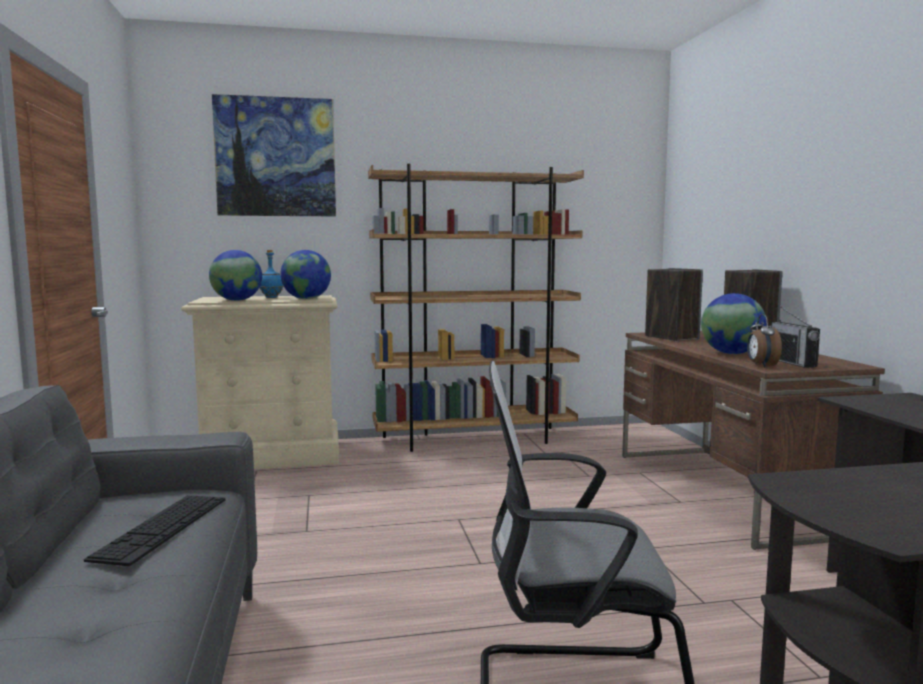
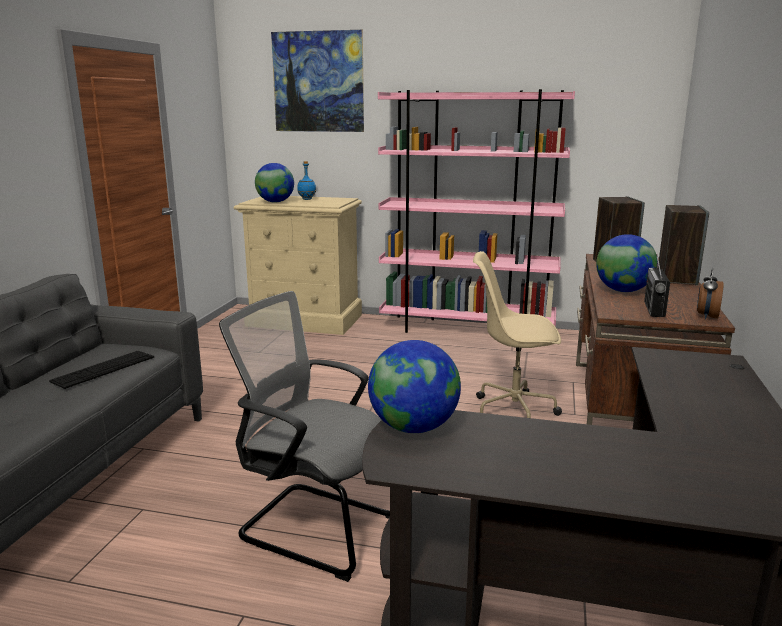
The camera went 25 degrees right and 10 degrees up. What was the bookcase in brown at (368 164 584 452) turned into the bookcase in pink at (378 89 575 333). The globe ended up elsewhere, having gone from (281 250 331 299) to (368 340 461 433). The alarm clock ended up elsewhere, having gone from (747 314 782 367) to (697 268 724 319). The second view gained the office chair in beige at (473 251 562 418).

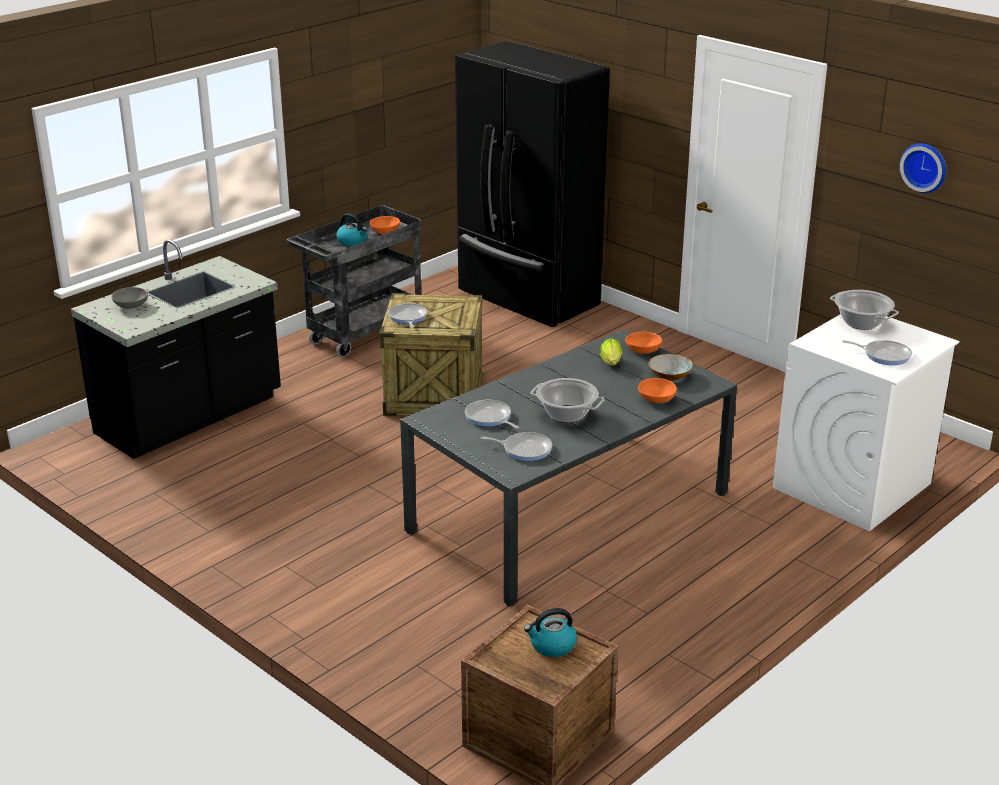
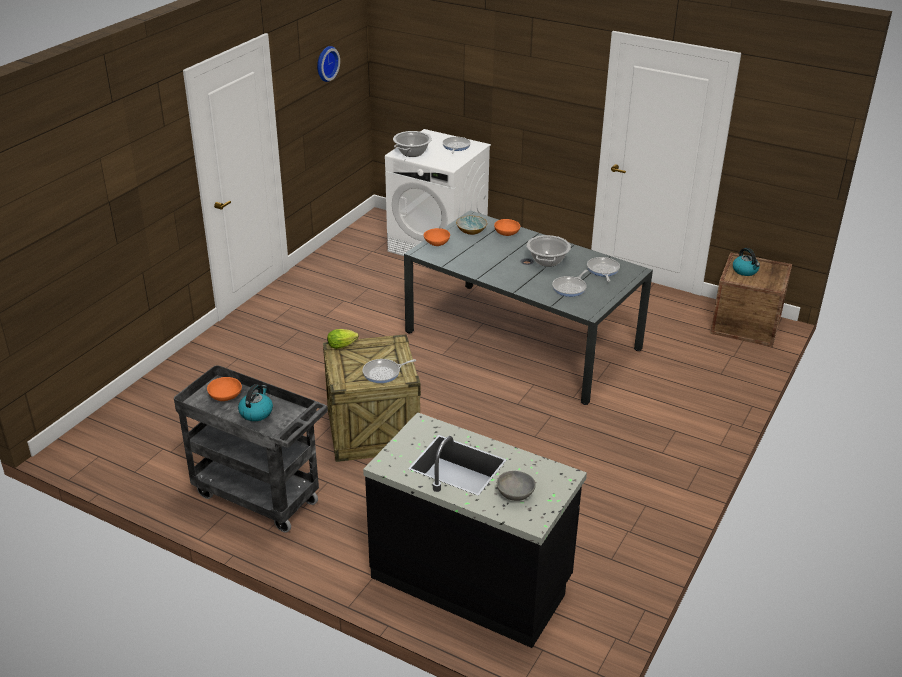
The camera went 105 degrees left and 5 degrees up. The second view lost the fridge in black at (455 41 610 327). The lettuce ended up elsewhere, having gone from (600 338 622 365) to (327 329 359 349).

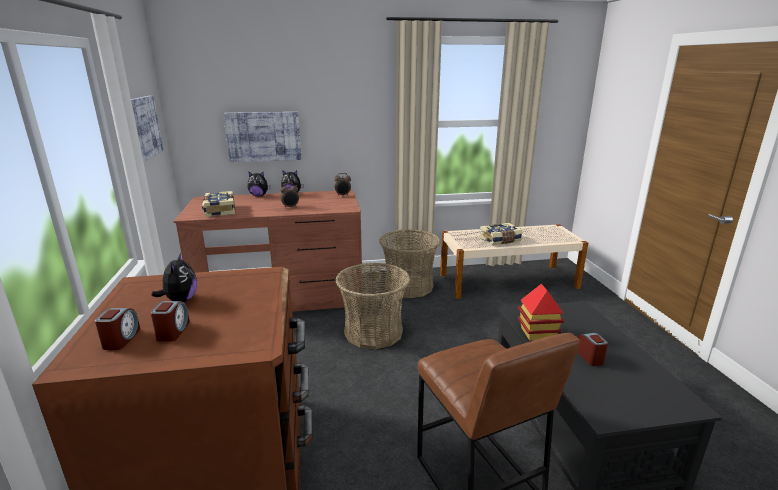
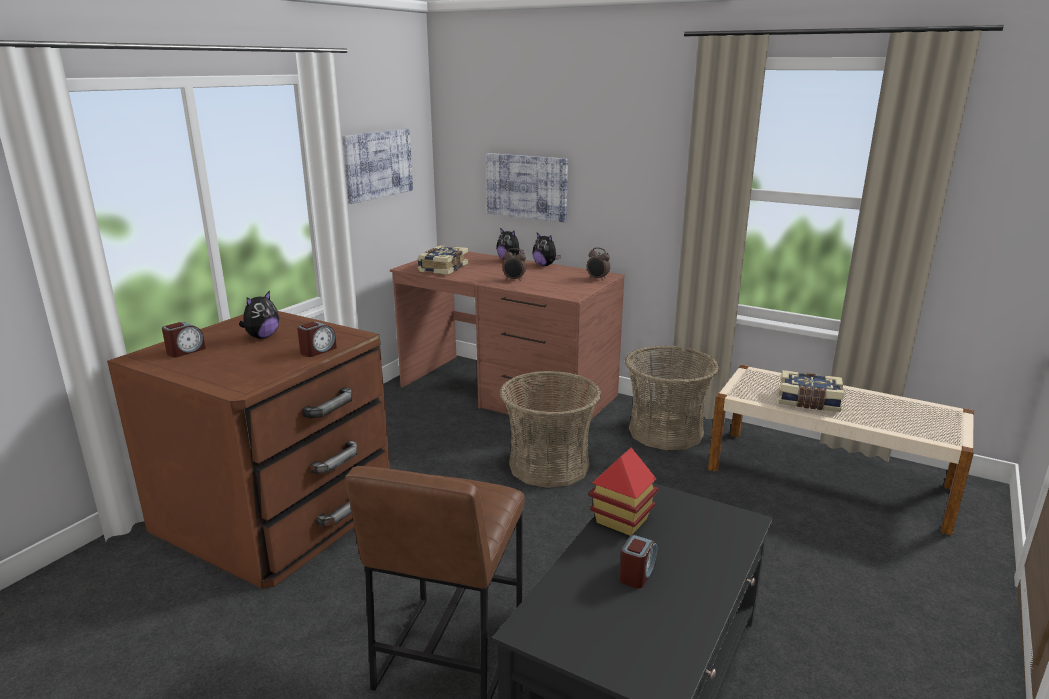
The camera went 40 degrees right and 0 degrees up. The alarm clock ended up elsewhere, having gone from (151 301 190 342) to (297 322 337 357).

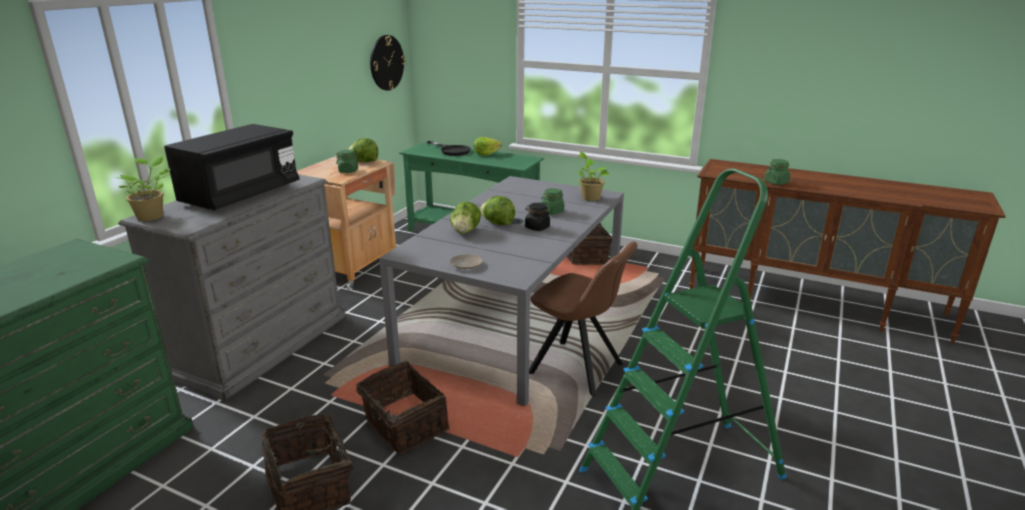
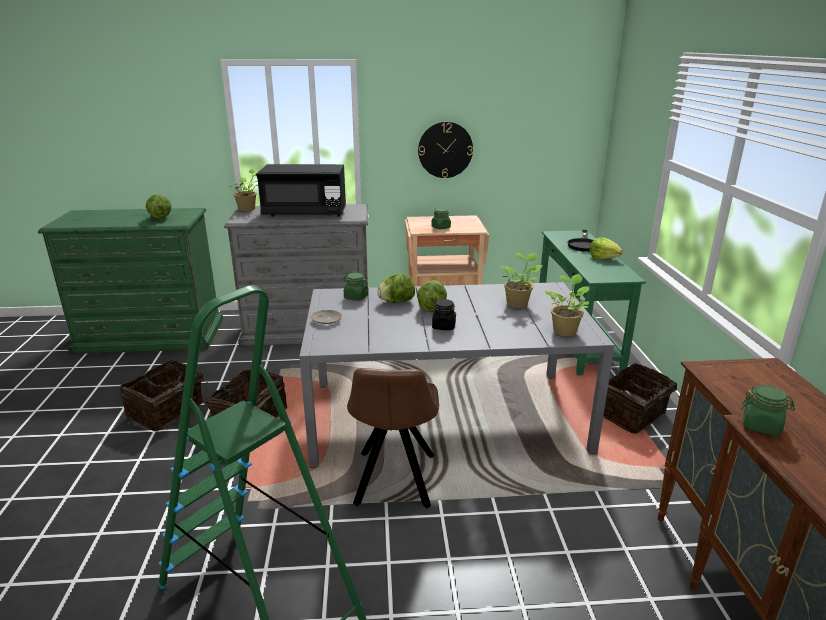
The camera went 60 degrees right and 0 degrees up. The wall clock ended up elsewhere, having gone from (370 35 405 91) to (418 122 473 178). The lettuce ended up elsewhere, having gone from (348 138 378 162) to (146 194 172 219). The jar in green ended up elsewhere, having gone from (541 188 564 215) to (343 273 368 301). The second view gained the potted plant at (501 253 542 308).

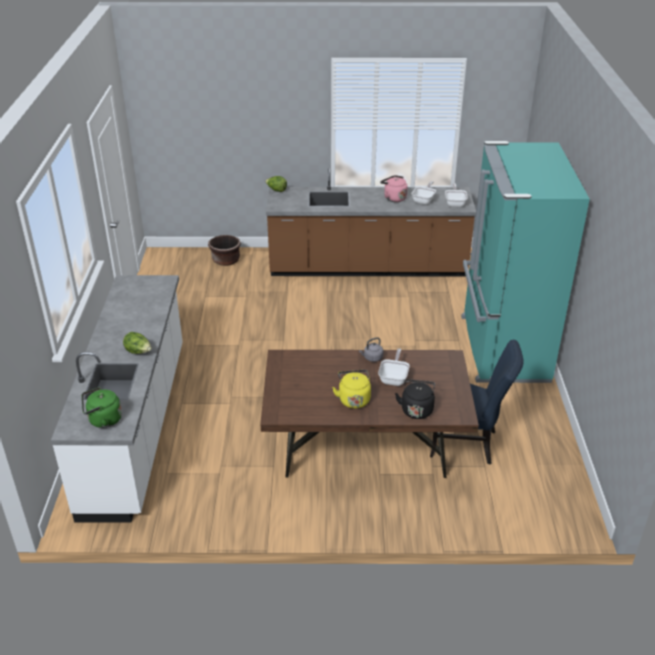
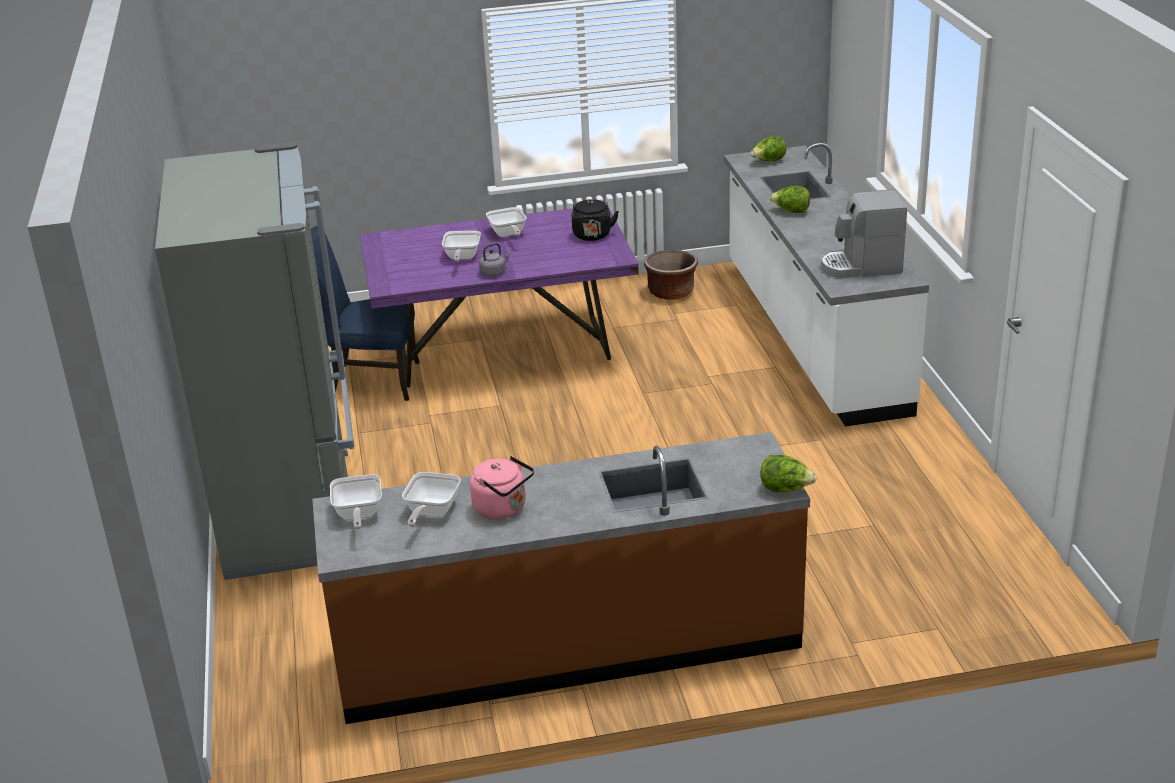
The camera went 170 degrees right and 5 degrees down. What was the fridge in turquoise at (461 141 590 383) turned into the fridge in grey at (155 142 354 580). The planter in brown ended up elsewhere, having gone from (208 235 241 266) to (644 250 698 300). What was the dining table in brown at (260 350 479 478) turned into the dining table in purple at (359 204 639 388). Where the kettle in yellow stood at (332 370 371 408), the frying pan came to stand at (486 207 527 237). The kettle in black ended up elsewhere, having gone from (395 379 435 419) to (572 199 619 241). Where the kettle in green stood at (82 387 122 428), the lettuce came to stand at (750 136 786 162). The second view gained the coffee machine at (821 189 907 278).

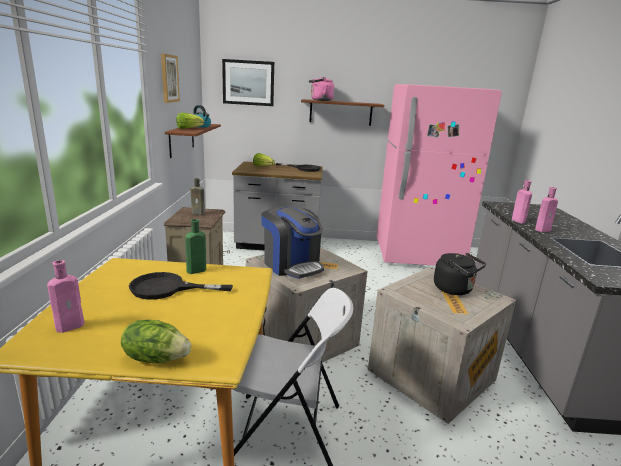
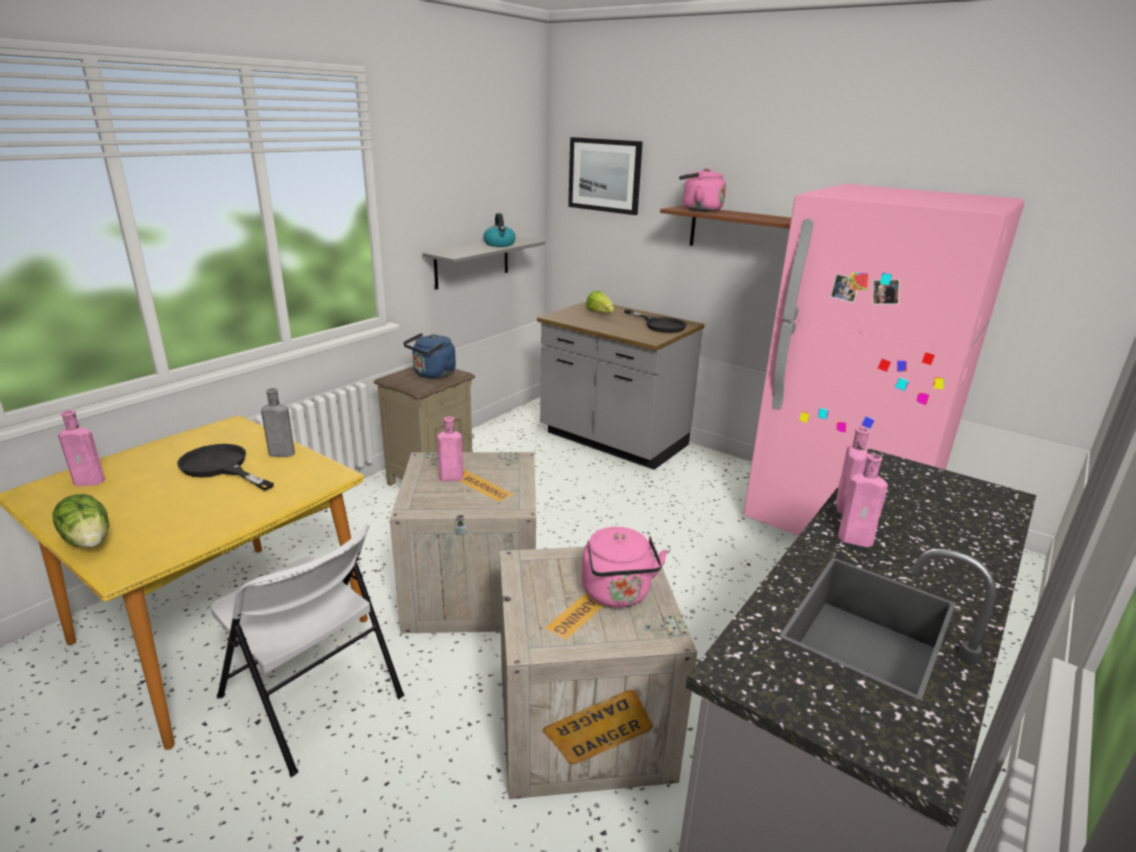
The camera went 35 degrees right and 5 degrees up. The second view lost the picture at (161 54 180 103). The second view lost the lettuce at (176 113 204 129). What was the shelf in brown at (165 124 221 158) turned into the shelf in grey at (423 237 545 289). Where the bottle in brown stood at (191 178 205 215), the kettle in blue came to stand at (403 333 456 378). Where the coffee machine stood at (261 207 324 279), the bottle in pink came to stand at (437 416 463 481). What was the bottle in green at (185 219 206 274) turned into the bottle in grey at (261 388 295 457). What was the kettle in black at (434 253 486 295) turned into the kettle in pink at (582 527 668 608).

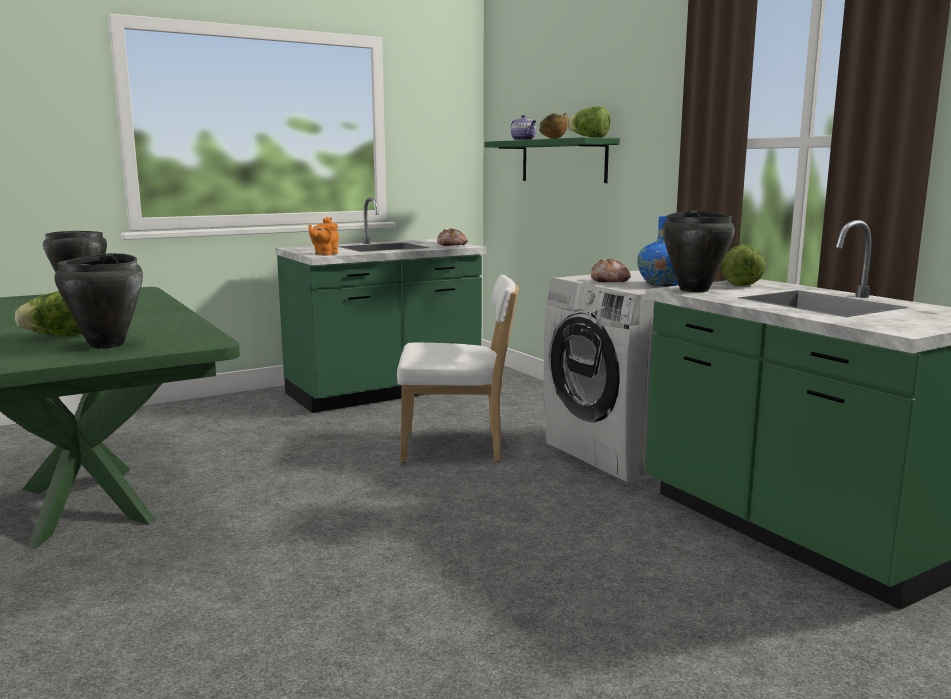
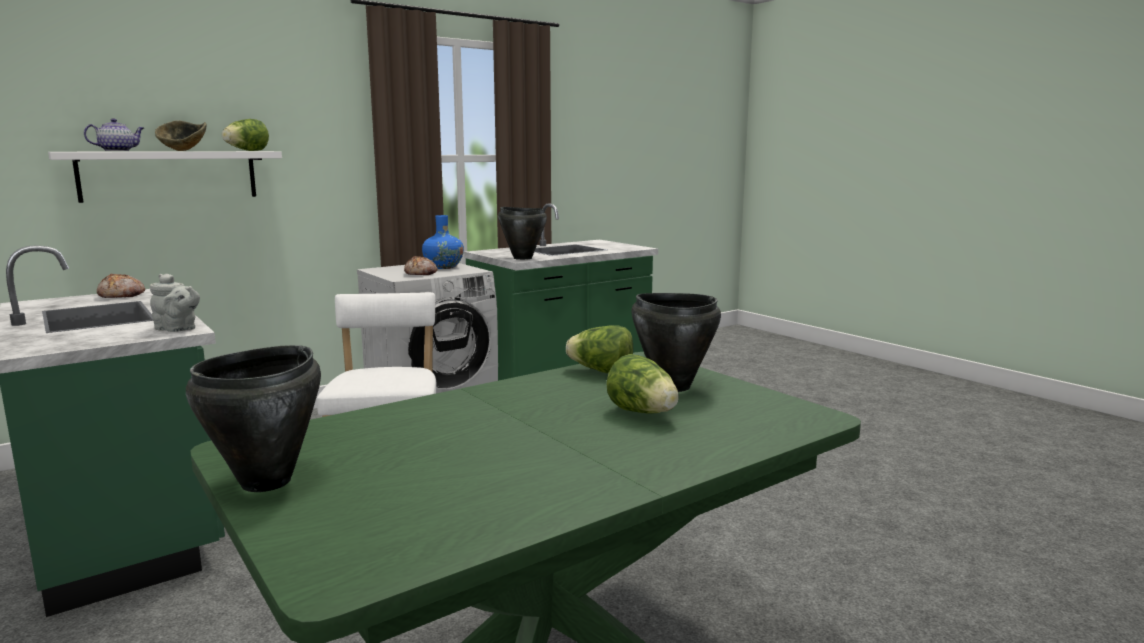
The camera went 95 degrees left and 0 degrees up. What was the shelf in green at (485 137 620 183) turned into the shelf in white at (48 151 282 203). What was the teapot in orange at (308 217 339 255) turned into the teapot in grey at (150 273 200 332). The lettuce ended up elsewhere, having gone from (721 245 766 286) to (566 325 633 373).

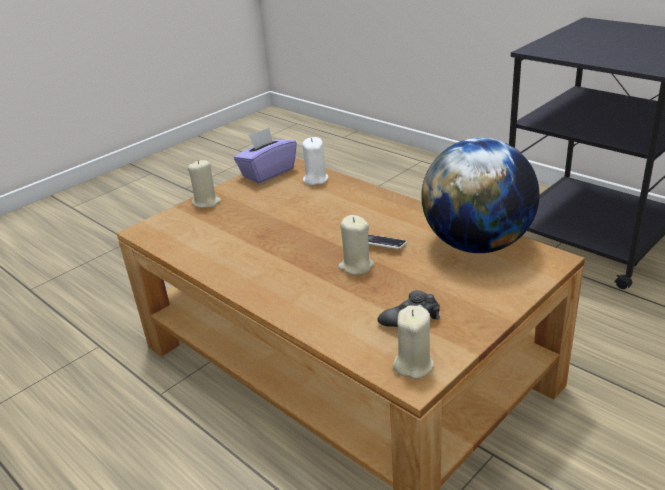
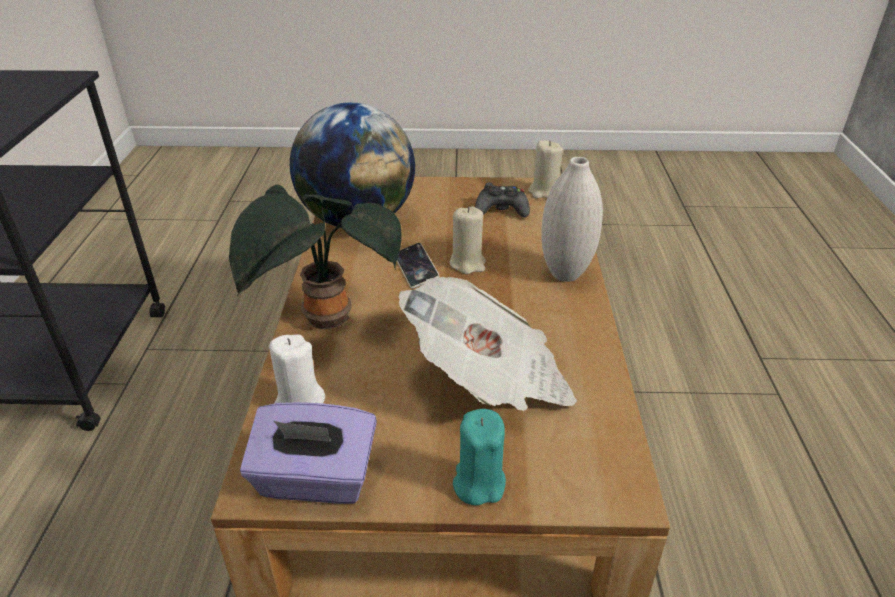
The camera went 135 degrees left and 5 degrees up. What was the candle in beige at (188 160 222 208) turned into the candle in turquoise at (453 409 506 506). The second view gained the vase in white at (541 157 603 282). The second view gained the potted plant at (229 185 402 329). The second view gained the newspaper at (398 277 577 411).

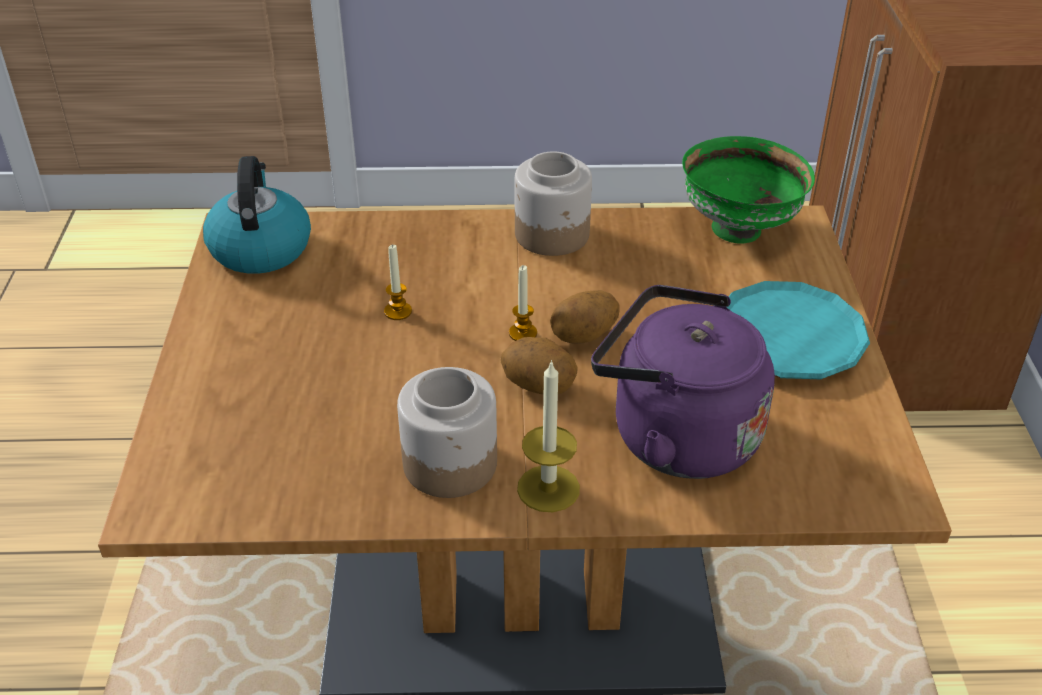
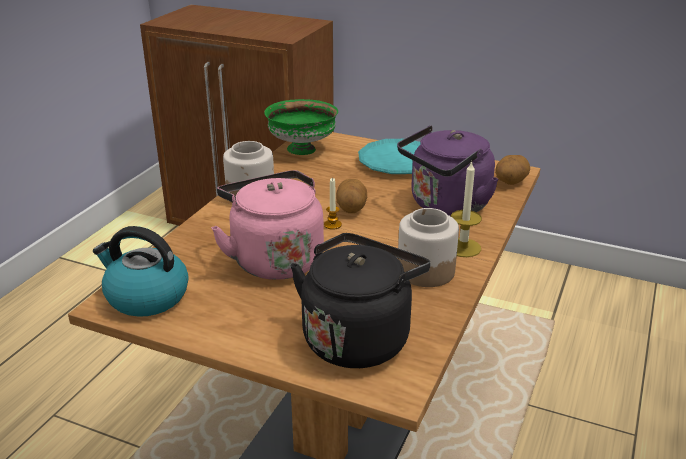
The camera went 65 degrees left and 10 degrees down. Where the candle stood at (384 245 412 320), the kettle in pink came to stand at (211 170 324 280). The potato ended up elsewhere, having gone from (500 337 577 394) to (495 155 530 185). The second view gained the kettle in black at (290 233 430 368).

